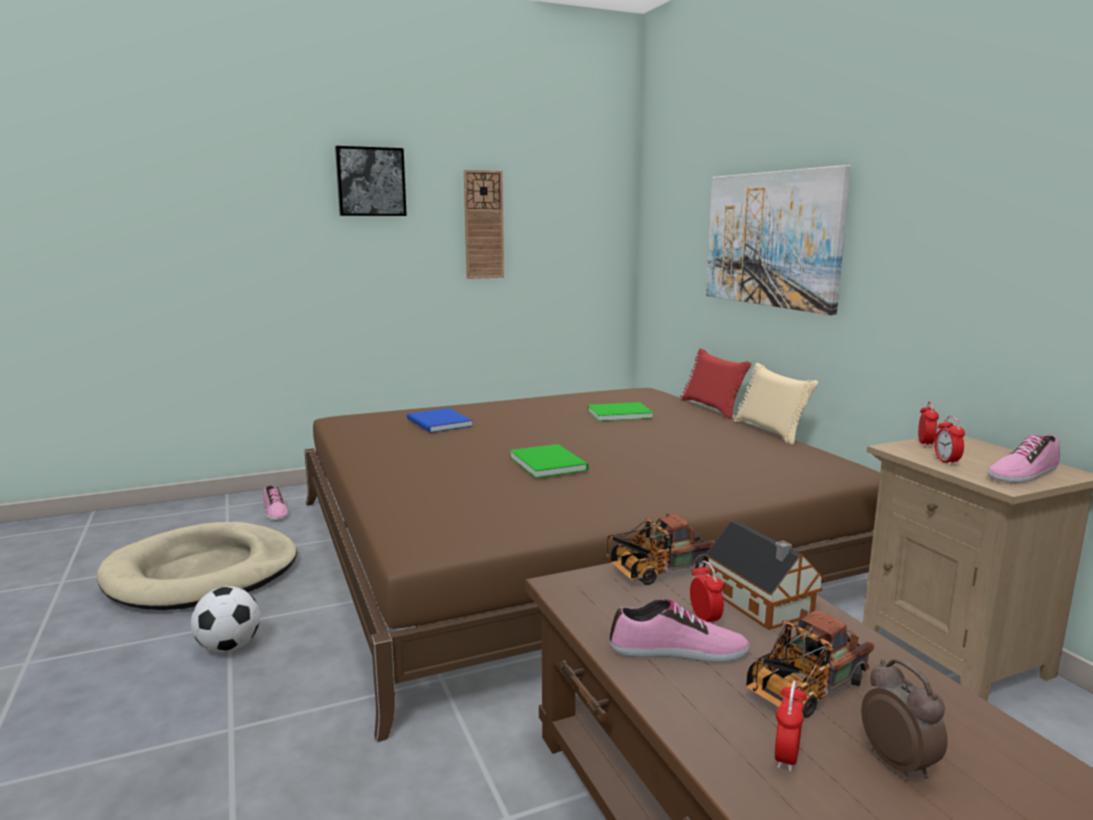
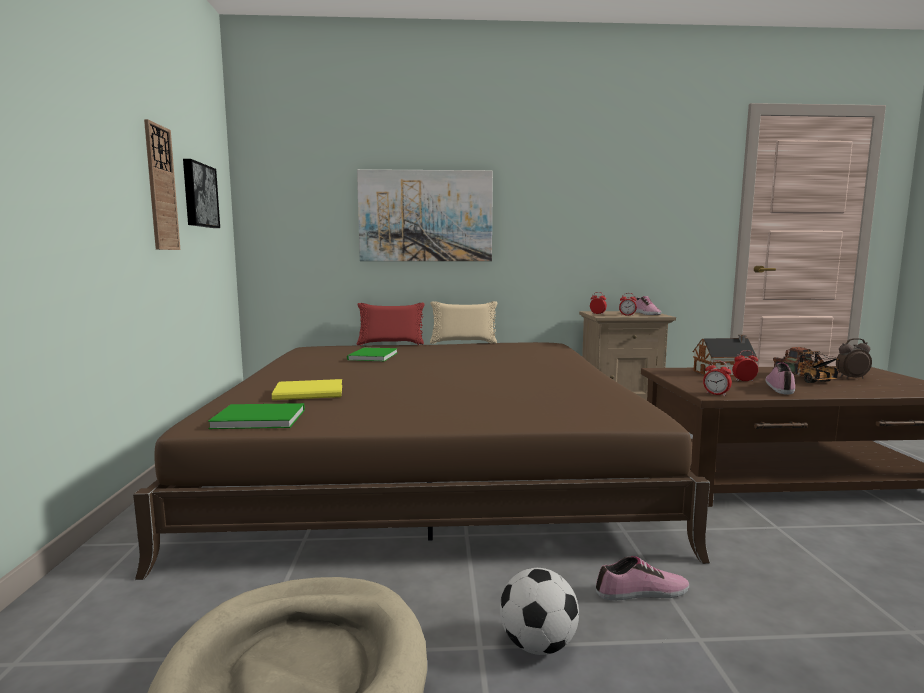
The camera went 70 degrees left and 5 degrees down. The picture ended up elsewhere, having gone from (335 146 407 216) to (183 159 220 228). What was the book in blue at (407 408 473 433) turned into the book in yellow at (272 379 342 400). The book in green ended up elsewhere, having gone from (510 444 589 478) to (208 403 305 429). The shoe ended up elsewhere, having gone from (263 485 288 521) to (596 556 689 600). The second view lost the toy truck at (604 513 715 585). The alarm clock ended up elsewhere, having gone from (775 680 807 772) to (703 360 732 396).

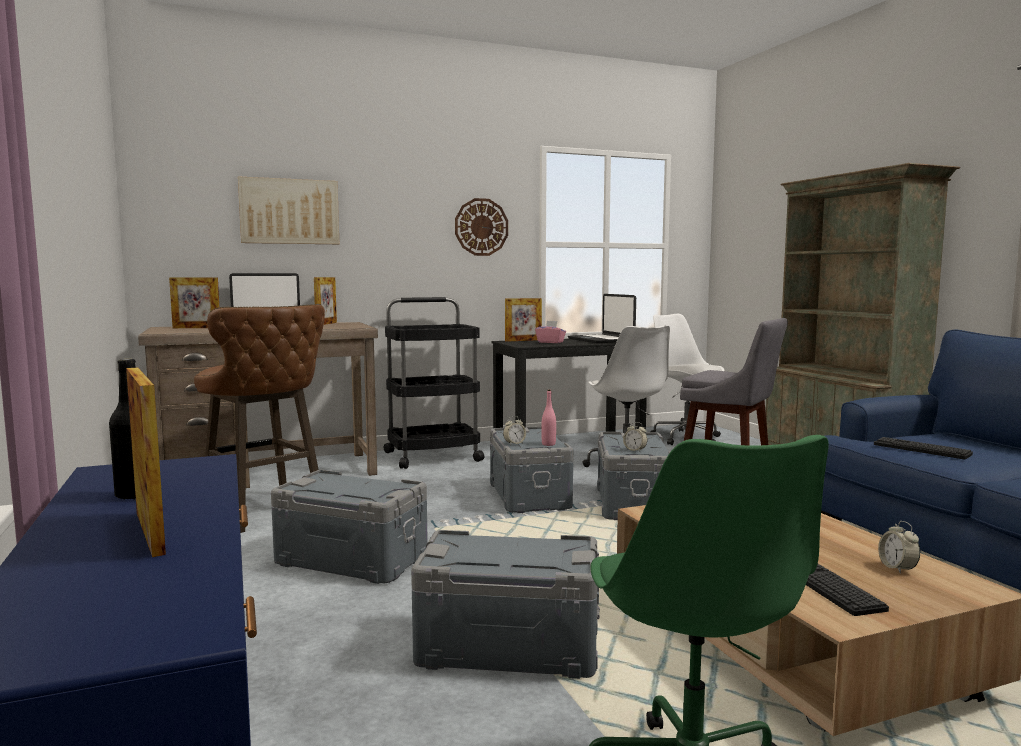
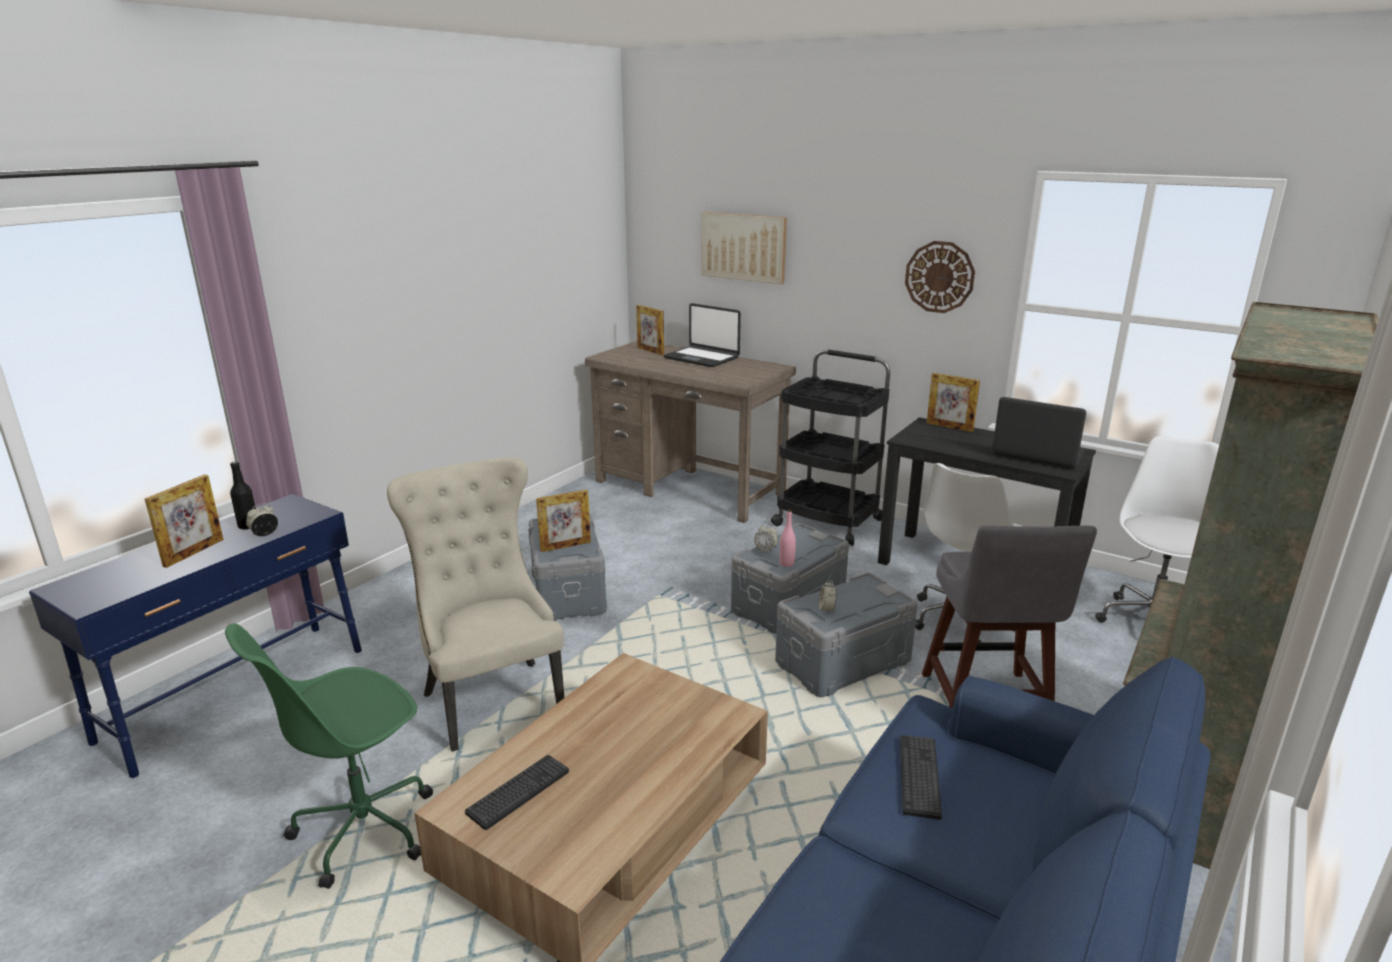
The camera went 55 degrees right and 15 degrees up. The picture frame ended up elsewhere, having gone from (314 277 337 325) to (536 490 591 552). The laptop at (568 294 636 343) ended up facing another way, 90 degrees clockwise from before. The second view lost the stool in brown at (194 304 325 533). The second view lost the tissue box in pink at (535 321 566 343). The alarm clock ended up elsewhere, having gone from (878 521 920 574) to (246 503 278 536). Where the storage box in grey stood at (411 530 600 679), the chair in beige came to stand at (387 457 564 752).

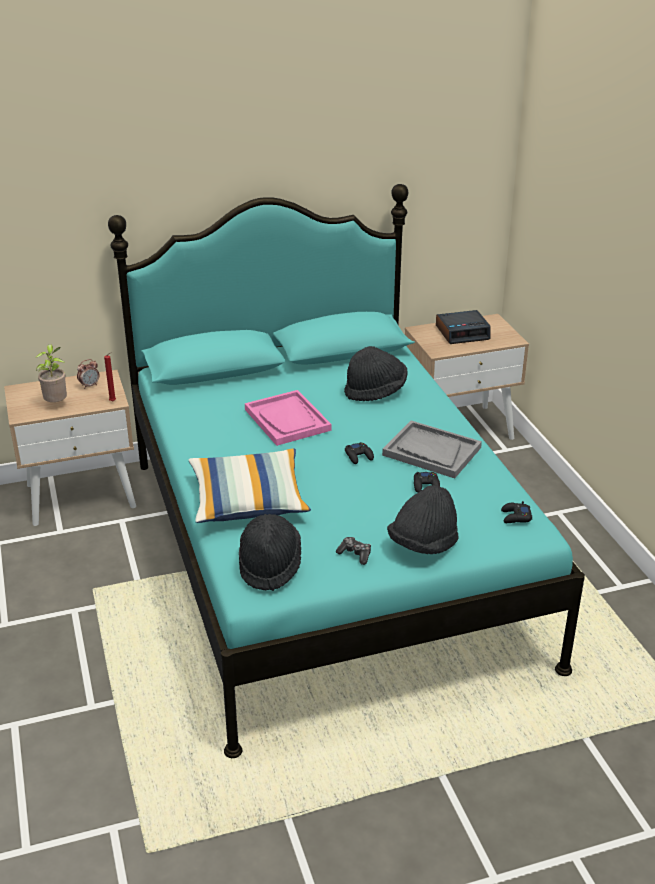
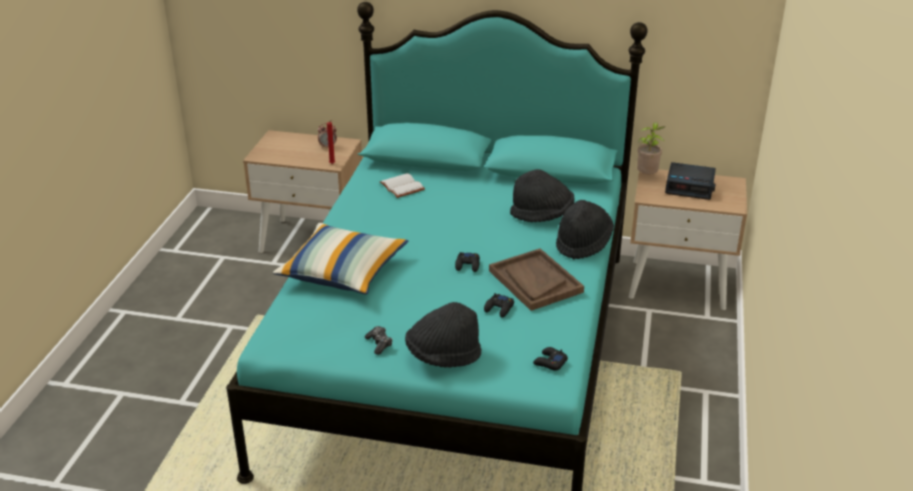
The camera went 30 degrees right and 0 degrees up. The potted plant ended up elsewhere, having gone from (35 344 67 402) to (637 122 665 174). The second view lost the tray in pink at (245 390 331 446). What was the tray in grey at (382 420 482 478) turned into the tray in brown at (489 248 584 311). The hat in black ended up elsewhere, having gone from (239 514 301 591) to (556 200 614 259). The second view gained the book in white at (380 173 425 198).

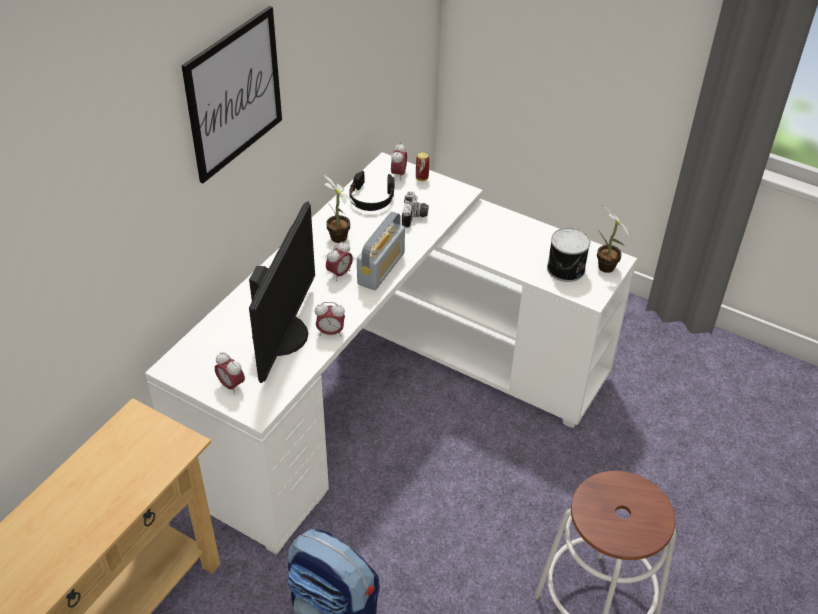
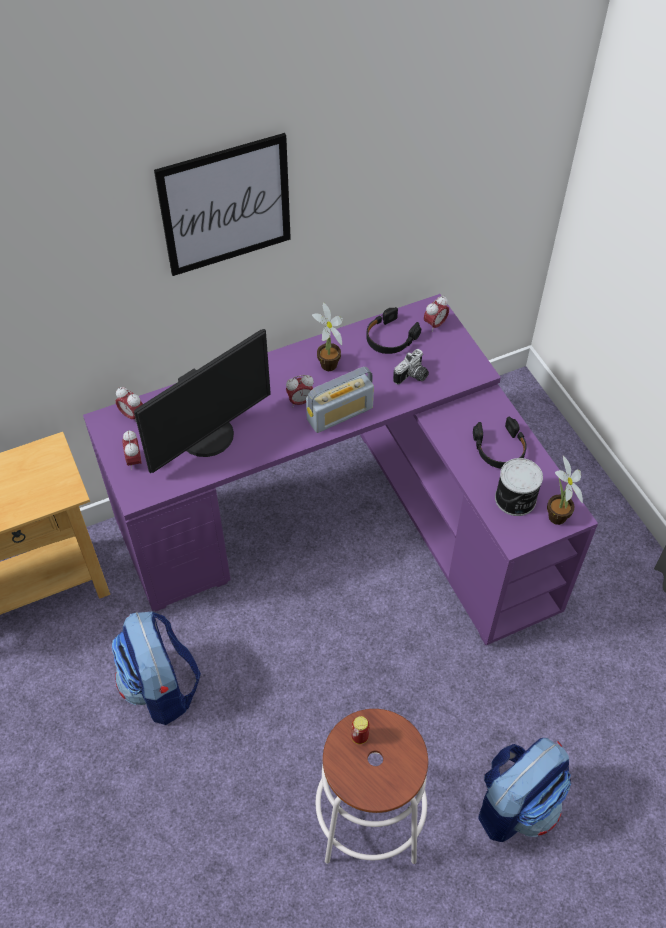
The camera went 35 degrees right and 10 degrees up. What was the desk in white at (145 152 637 555) turned into the desk in purple at (83 294 598 645). The can ended up elsewhere, having gone from (416 152 429 181) to (351 716 370 744). The alarm clock ended up elsewhere, having gone from (315 302 345 337) to (116 387 143 423). The second view gained the headphones in black at (473 417 527 469). The second view gained the backpack at (478 738 571 842).

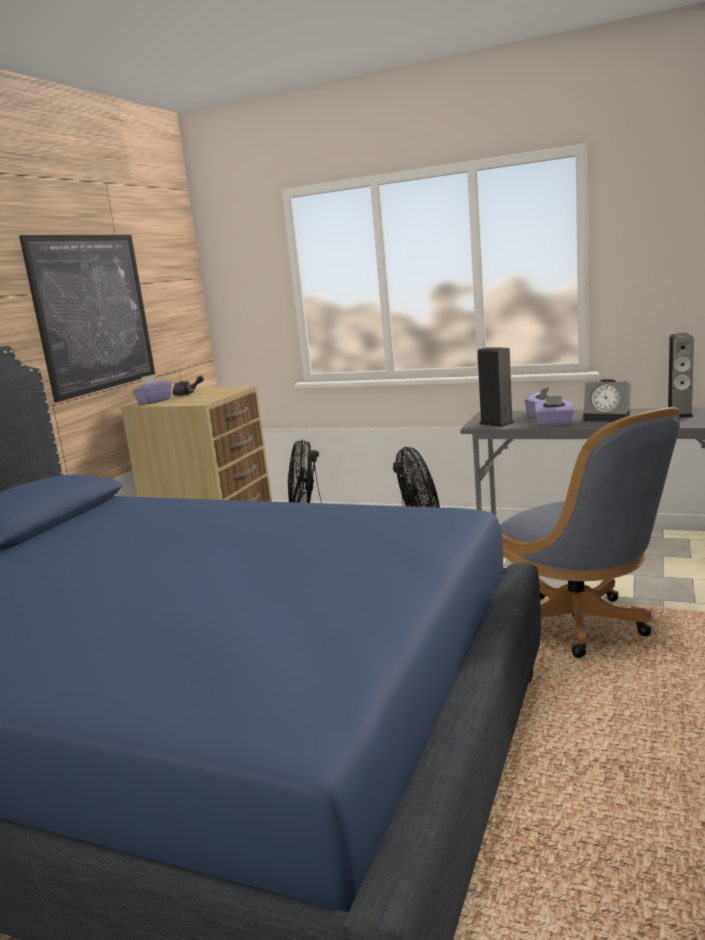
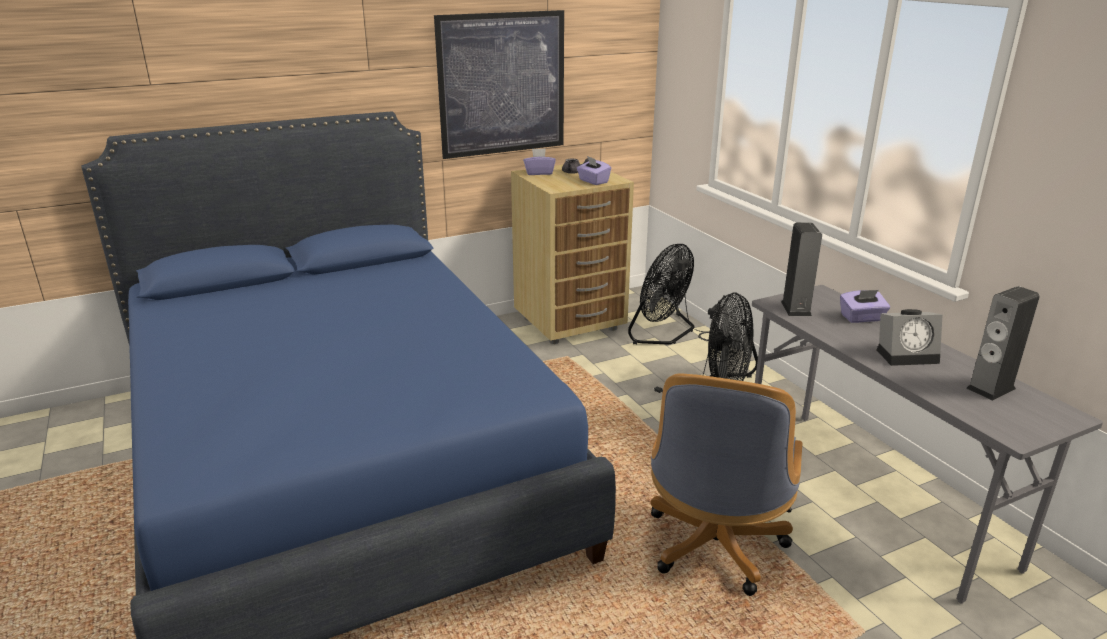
The camera went 40 degrees right and 10 degrees up. The alarm clock at (583 379 631 422) ended up facing another way, 75 degrees counterclockwise from before. The tissue box in purple ended up elsewhere, having gone from (534 396 574 426) to (577 156 611 185).

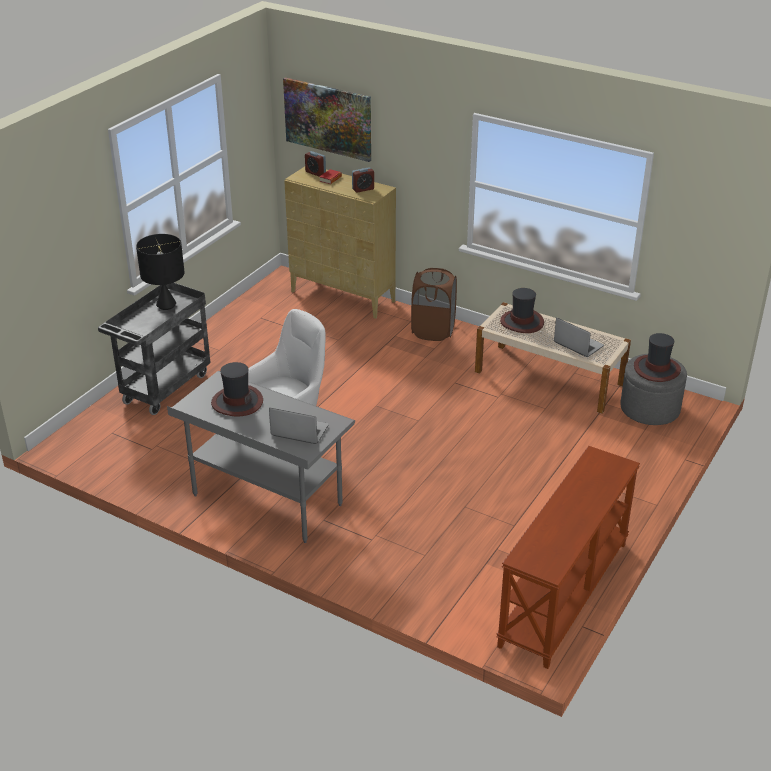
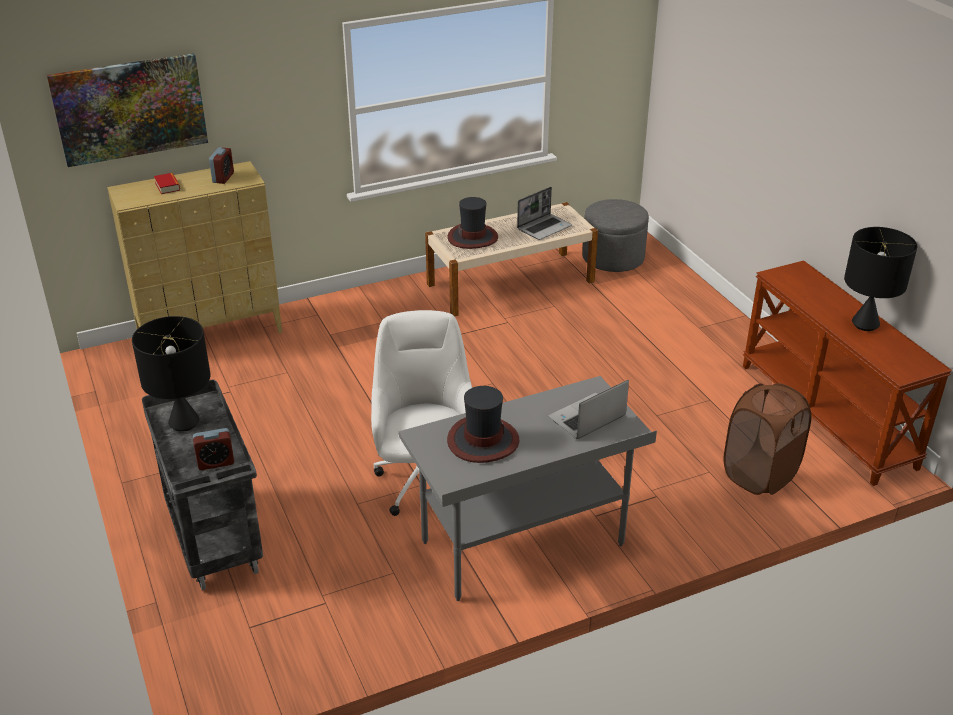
The camera went 55 degrees left and 0 degrees up. The alarm clock ended up elsewhere, having gone from (305 151 326 176) to (193 428 234 470). The laundry basket in brown ended up elsewhere, having gone from (411 268 457 341) to (723 383 811 495). The laptop at (554 318 604 357) ended up facing another way, 150 degrees clockwise from before. The second view lost the hat at (634 333 681 382). The second view gained the table lamp in black at (844 227 917 331).

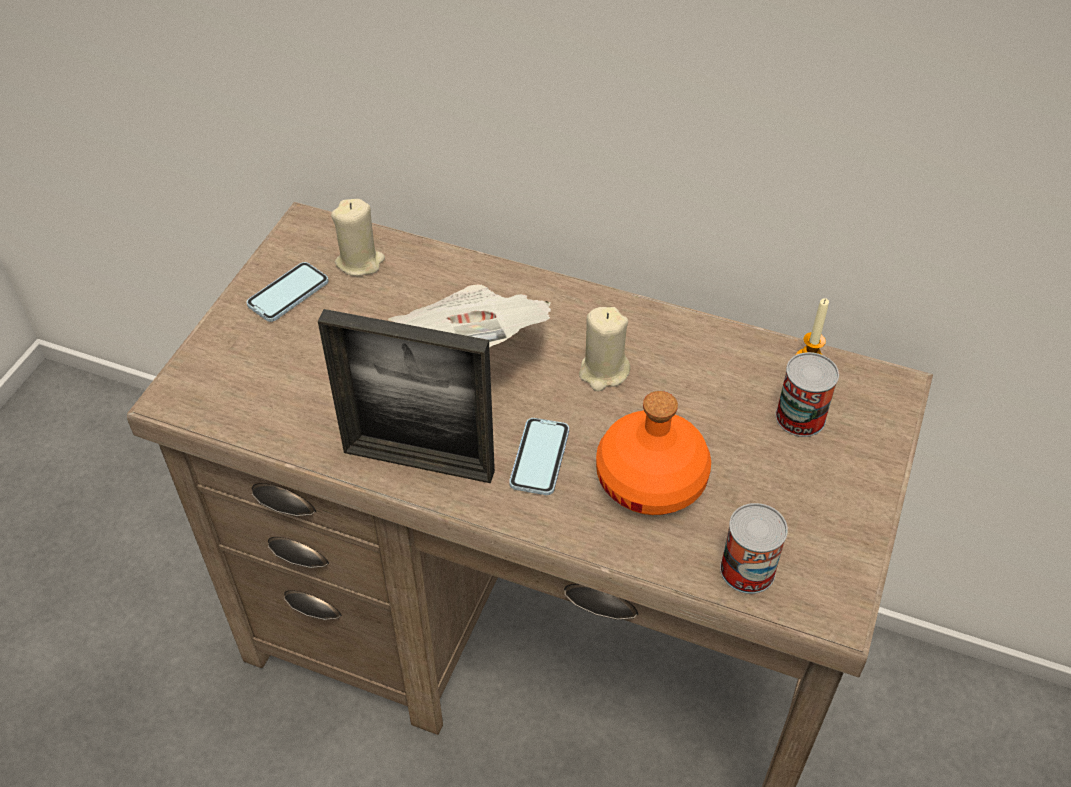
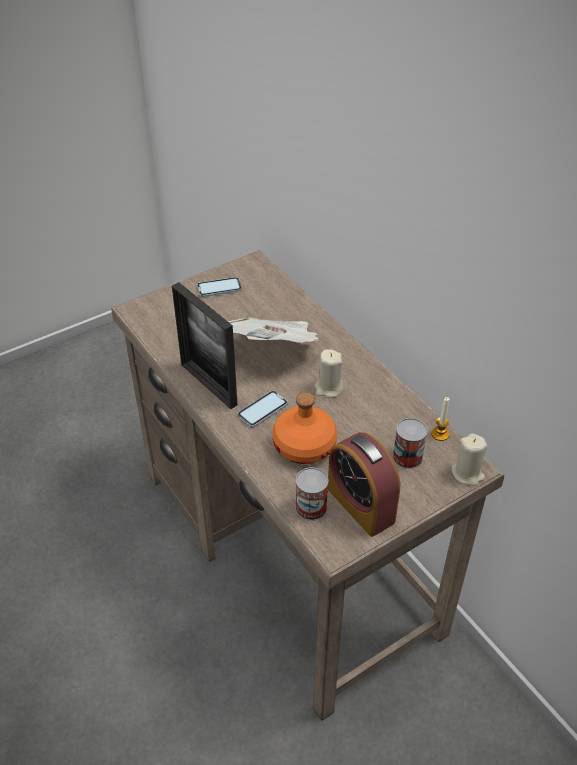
The camera went 35 degrees right and 5 degrees down. The candle in beige ended up elsewhere, having gone from (331 199 385 276) to (451 434 487 486). The second view gained the alarm clock at (328 432 400 537).

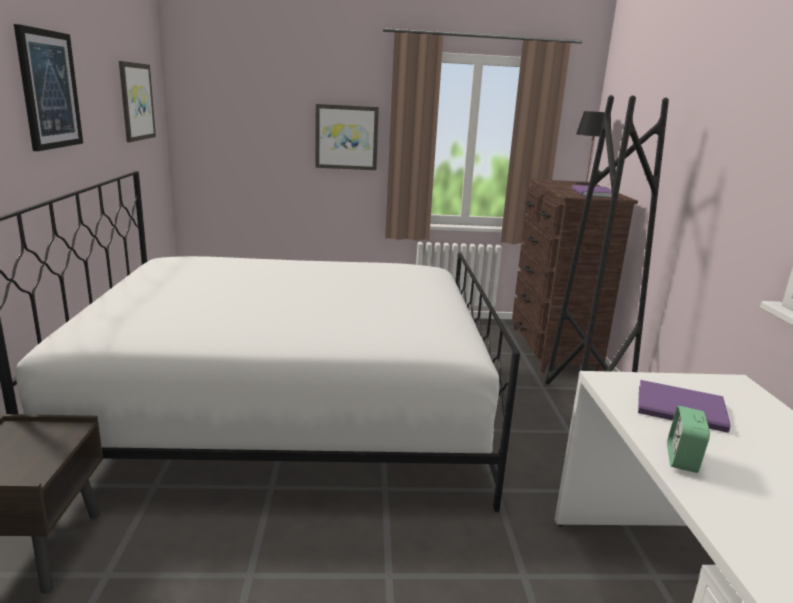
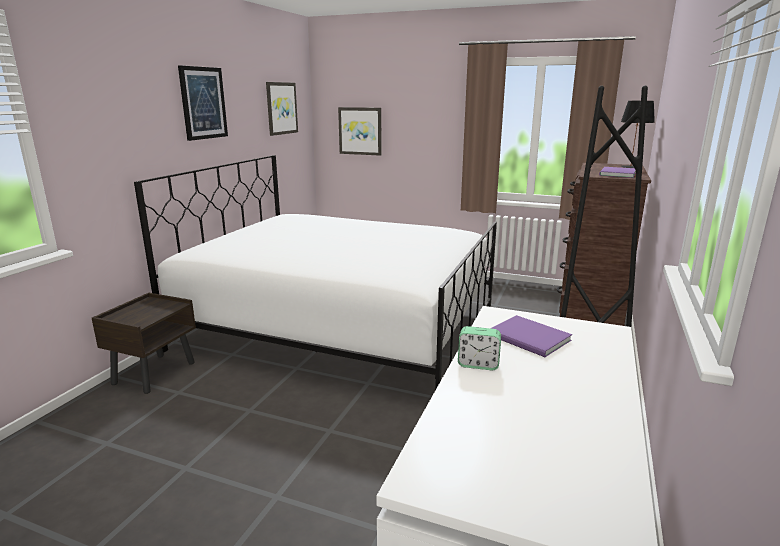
The camera went 25 degrees right and 0 degrees up. The picture ended up elsewhere, having gone from (315 104 379 170) to (338 107 382 156). The alarm clock at (667 406 710 473) ended up facing another way, 120 degrees counterclockwise from before.

